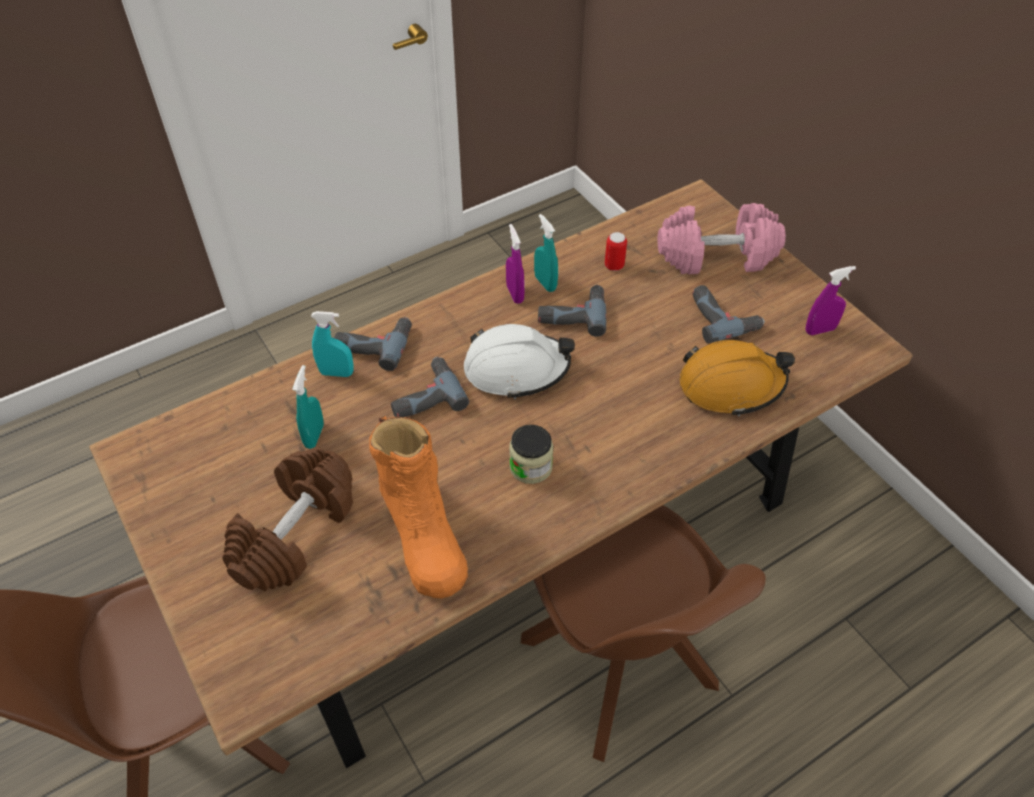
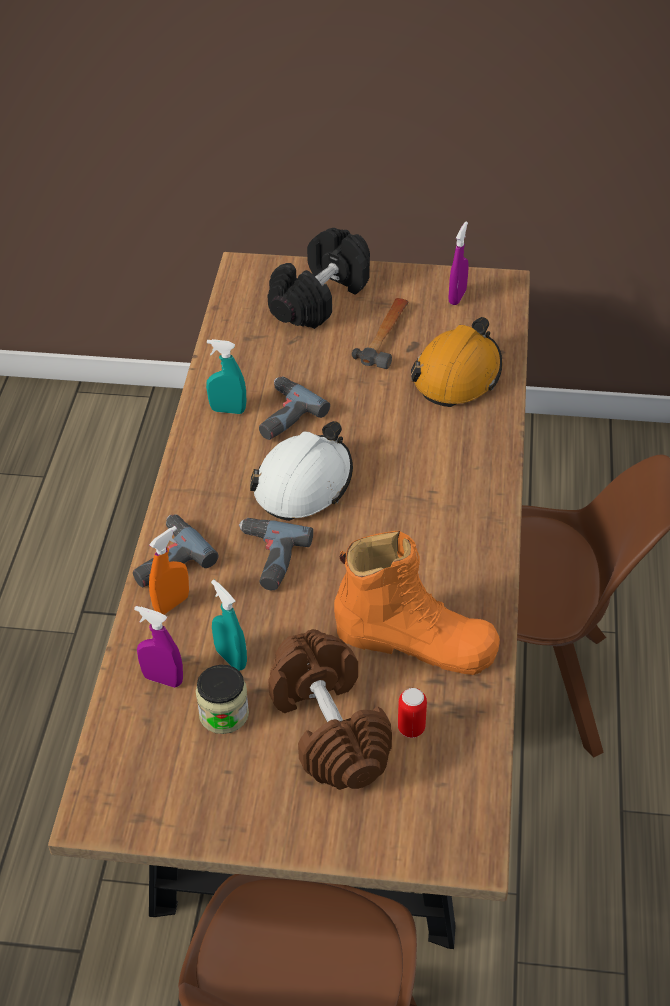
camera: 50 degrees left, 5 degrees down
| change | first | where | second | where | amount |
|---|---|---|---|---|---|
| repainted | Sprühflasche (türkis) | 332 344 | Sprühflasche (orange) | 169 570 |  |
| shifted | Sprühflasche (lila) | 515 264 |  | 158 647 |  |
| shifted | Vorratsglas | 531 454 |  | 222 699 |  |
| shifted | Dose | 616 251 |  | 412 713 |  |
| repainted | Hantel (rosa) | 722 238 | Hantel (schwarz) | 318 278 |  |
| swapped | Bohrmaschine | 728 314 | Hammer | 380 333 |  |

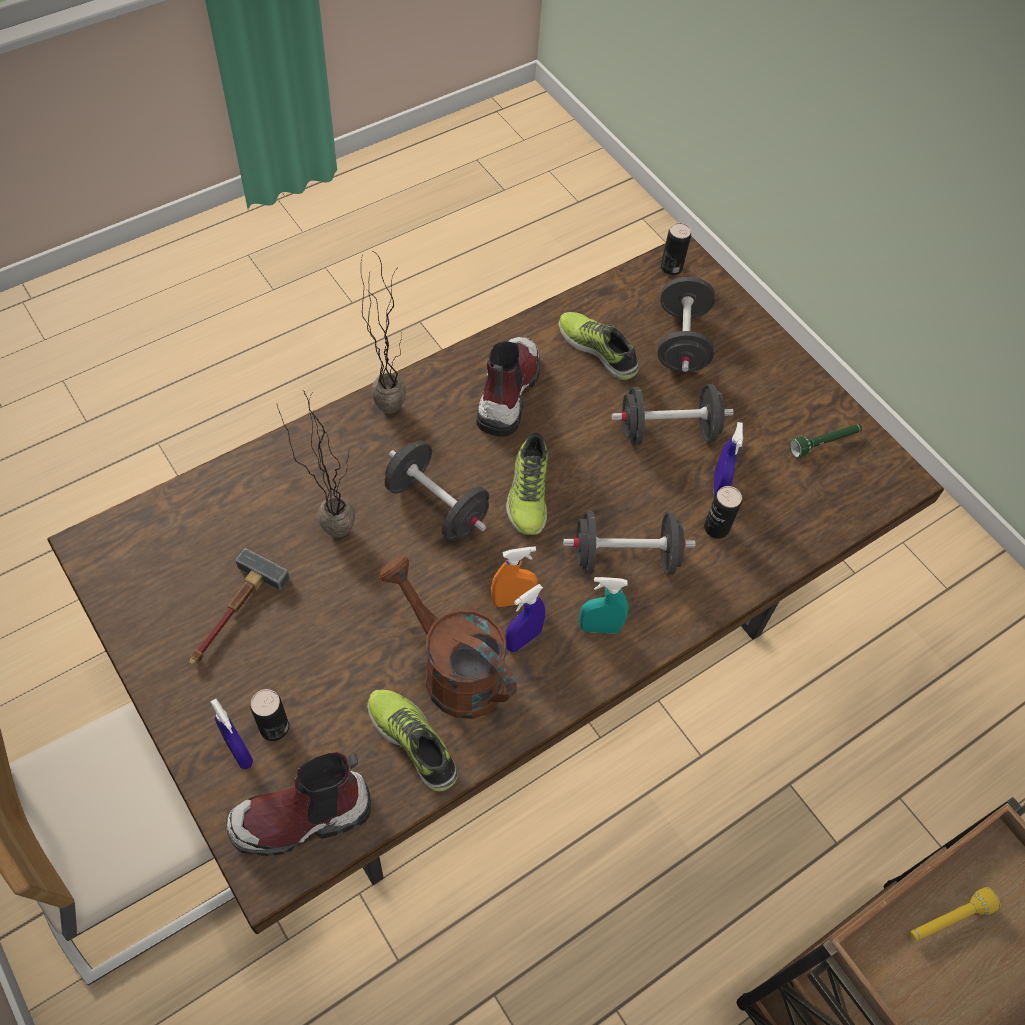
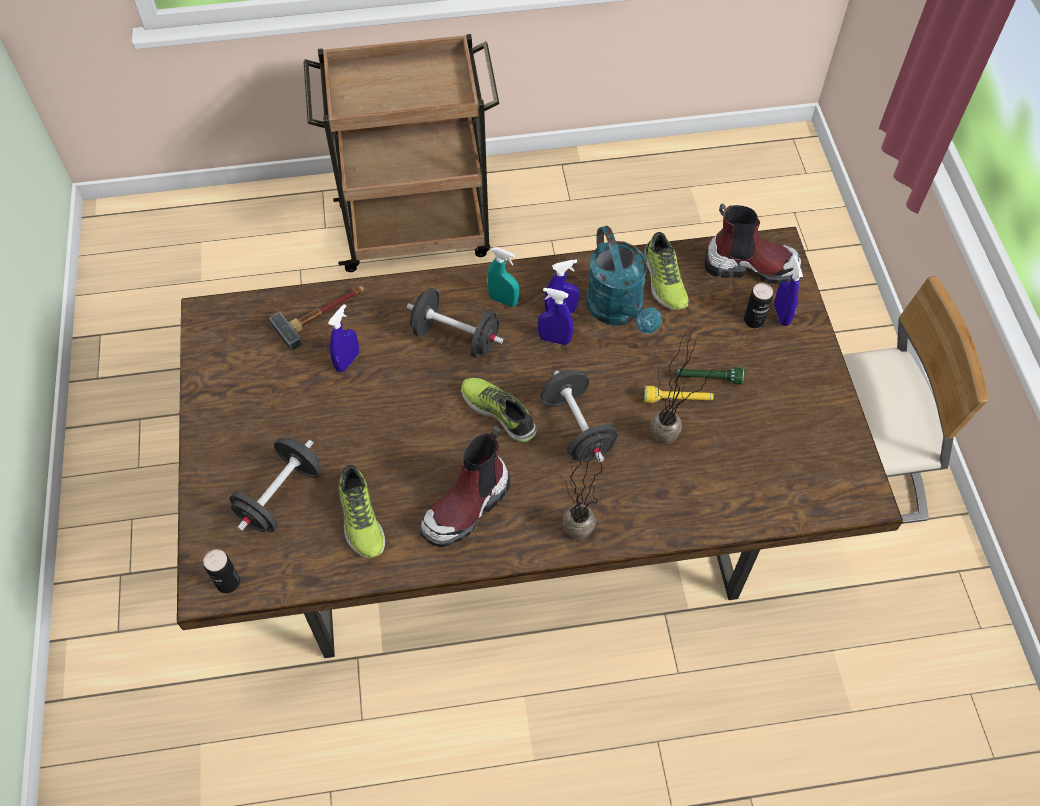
camera: 150 degrees left, 0 degrees up
| change | first | where | second | where | amount |
|---|---|---|---|---|---|
| shifted | Hammer | 239 606 |  | 316 318 |  |
| repainted | Gießkanne (braun) | 448 637 | Gießkanne (türkis) | 624 280 |  |
| repainted | Sprühflasche (orange) | 514 576 | Sprühflasche (blau) | 555 316 |  |
| rotated | Schuh | 527 484 |  | 499 410 | 75 degrees counterclockwise |
| gone | Hantel (schwarz) | 673 414 |  |  |  |
| gone | Dose | 723 512 |  |  |  |
| shifted | Taschenlampe (grün) | 825 441 |  | 710 375 |  |
| shifted | Taschenlampe (gelb) | 955 914 |  | 679 394 |  |

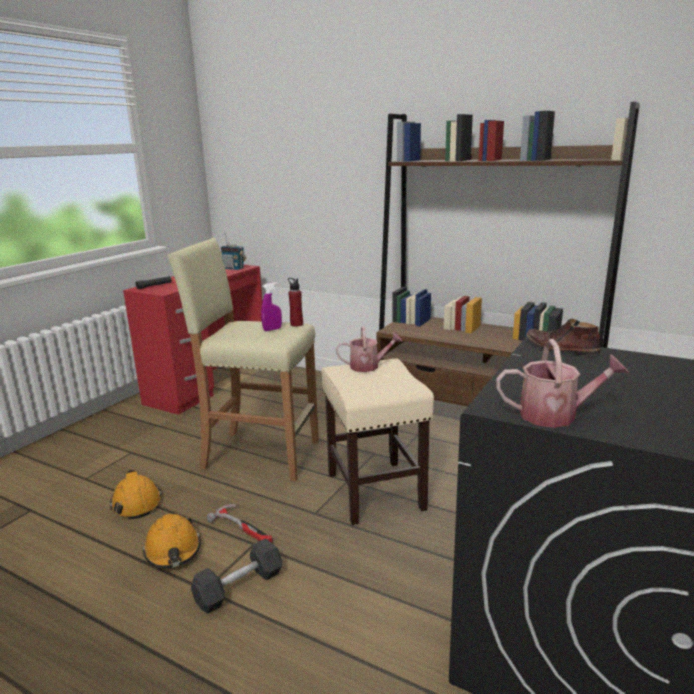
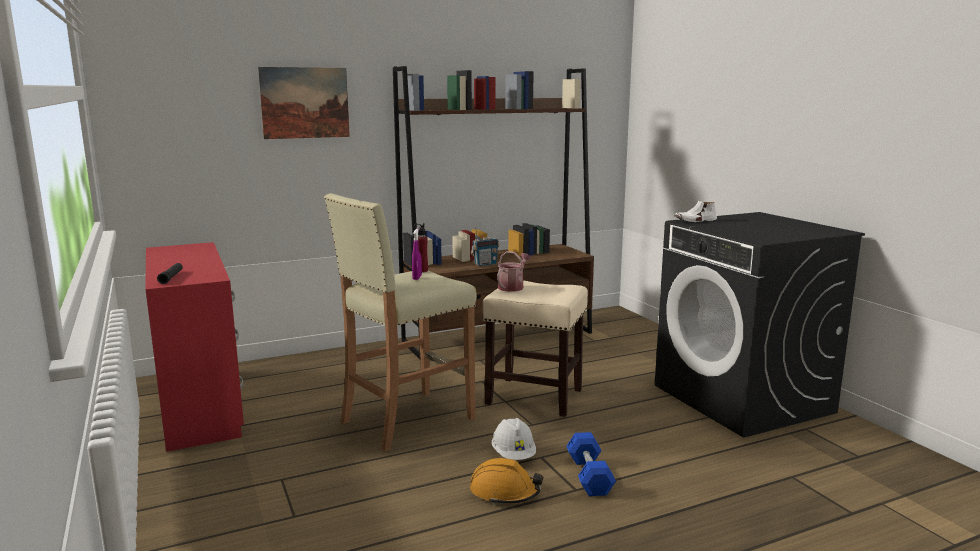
camera: 55 degrees left, 5 degrees down
| change | first | where | second | where | amount |
|---|---|---|---|---|---|
| gone | Schutzhelm (orange) | 136 494 |  |  |  |
| repainted | Hantel (grau) | 236 576 | Hantel (blau) | 591 464 |  |
| swapped | Hammer | 239 523 | Schutzhelm (weiß) | 514 439 |  |
| shifted | Radio | 233 251 |  | 485 246 |  |
| gone | Gießkanne | 562 383 |  |  |  |
| repainted | Schuh (braun) | 563 337 | Schuh (weiß) | 695 211 |  |
| new |  |  | Bild | 304 103 |  |

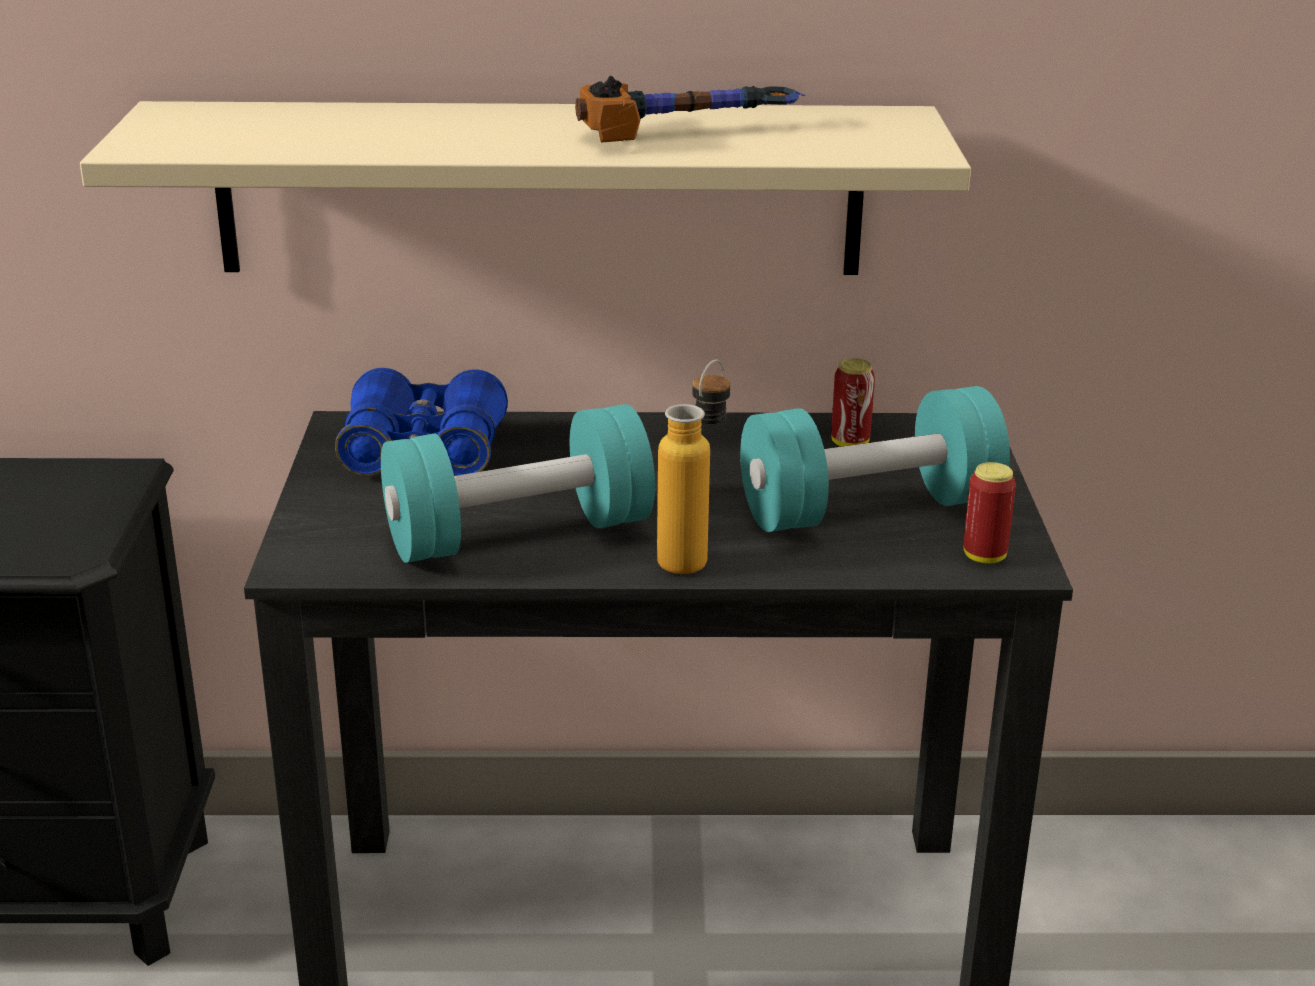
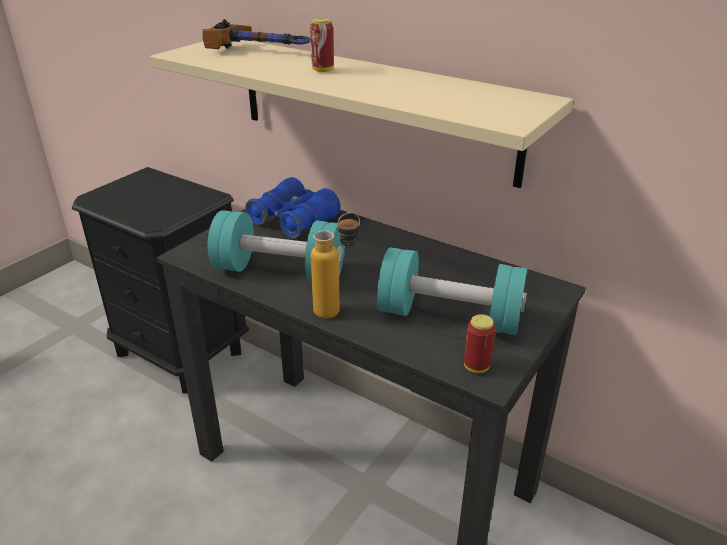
camera: 35 degrees right, 5 degrees up
| change | first | where | second | where | amount |
|---|---|---|---|---|---|
| shifted | Hammer | 690 108 |  | 256 34 |  |
| shifted | Dose | 853 402 |  | 322 45 |  |

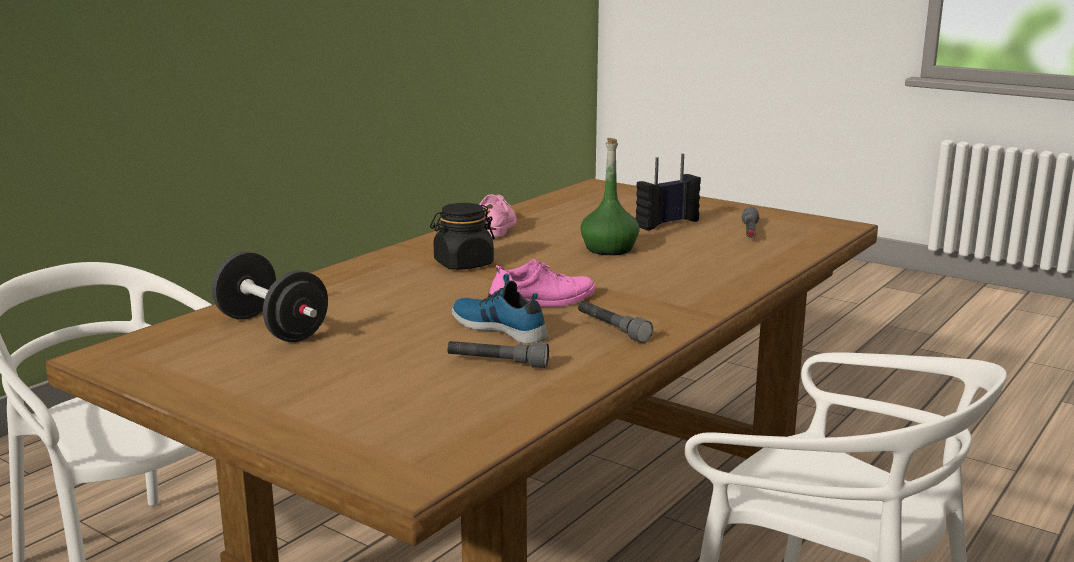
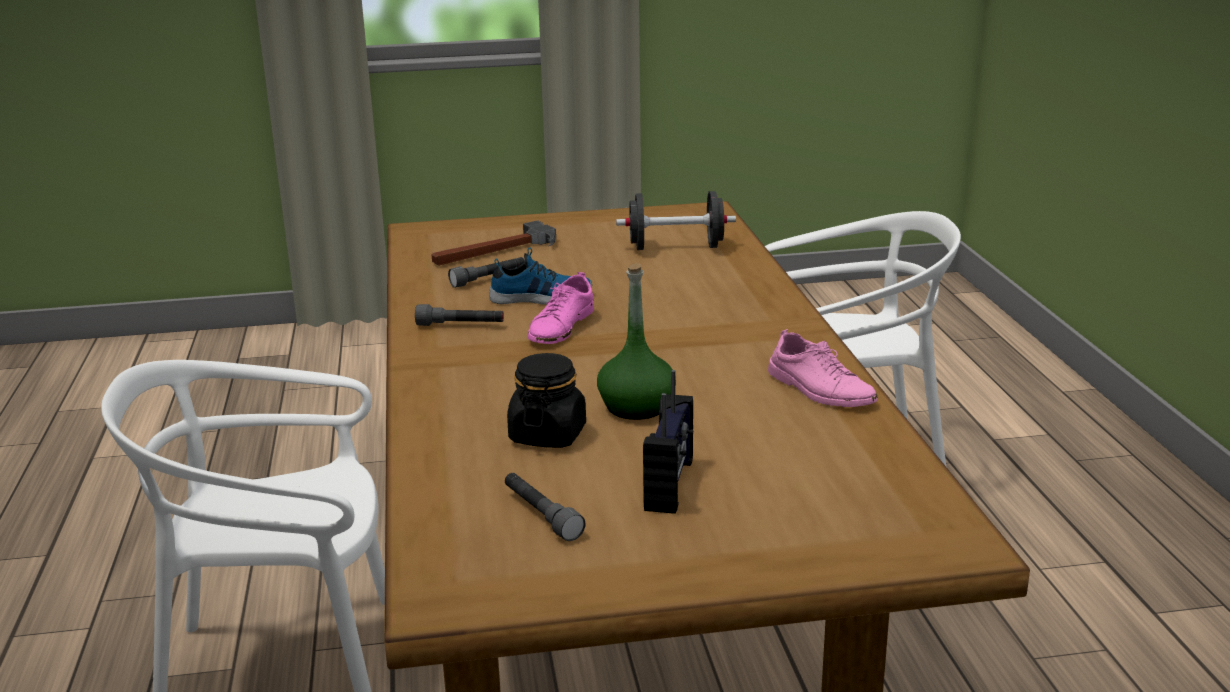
camera: 135 degrees right, 5 degrees up
| change | first | where | second | where | amount |
|---|---|---|---|---|---|
| shifted | Vorratsglas (schwarz) | 462 236 |  | 546 400 |  |
| new |  |  | Hammer | 494 243 |  |

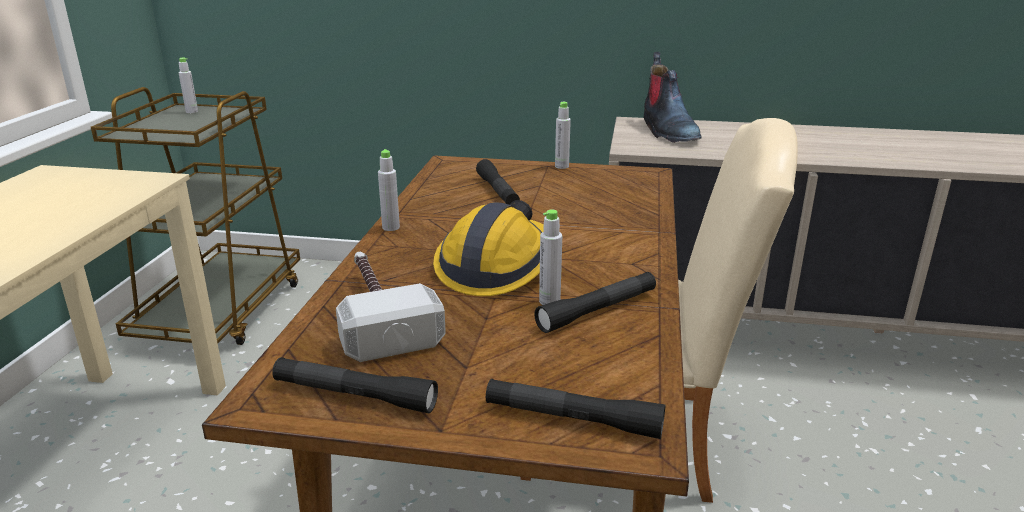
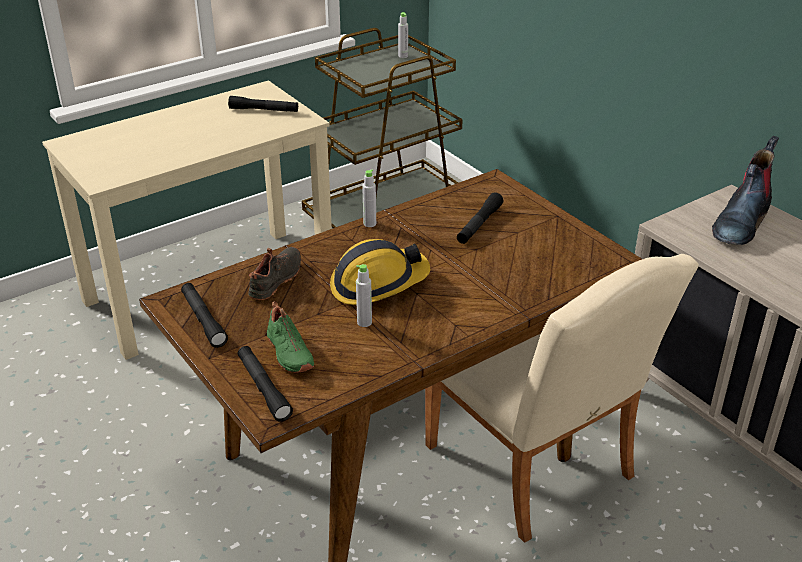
camera: 45 degrees right, 10 degrees up
| change | first | where | second | where | amount |
|---|---|---|---|---|---|
| swapped | Hammer | 391 306 | Schuh (schwarz) | 274 273 |  |
| shifted | Taschenlampe (schwarz) | 595 302 |  | 263 104 |  |
| gone | Flasche (grau) | 563 135 |  |  |  |
| new |  |  | Schuh (grün) | 290 337 |  |

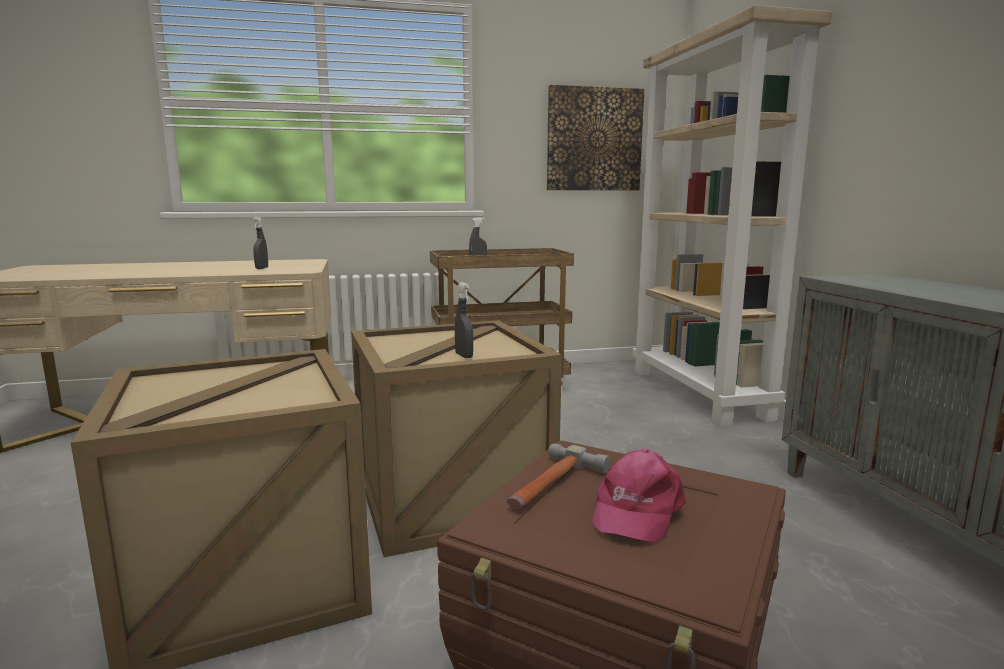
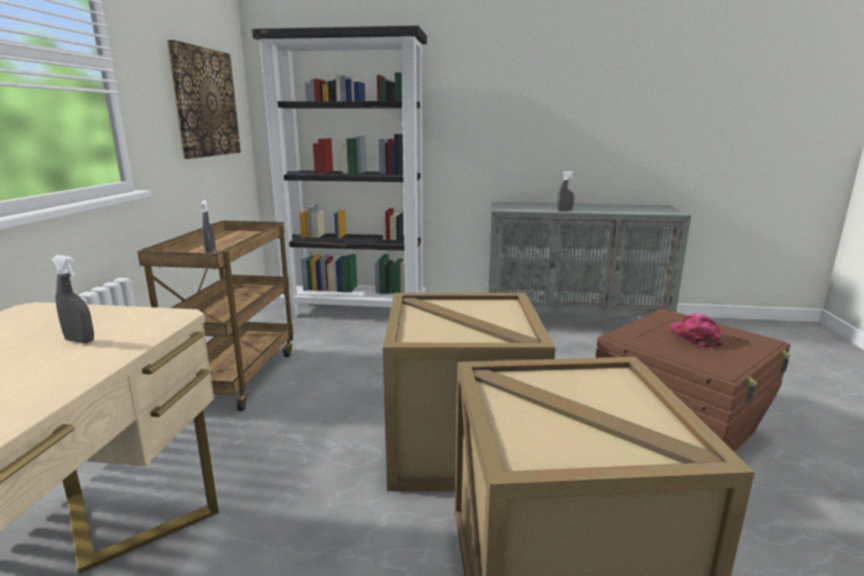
camera: 70 degrees left, 5 degrees up
| change | first | where | second | where | amount |
|---|---|---|---|---|---|
| shifted | Sprühflasche (grau) | 464 320 |  | 566 191 |  |
| gone | Hammer | 558 476 |  |  |  |
| rotated | Kappe (rosa) | 639 496 |  | 696 330 | 135 degrees counterclockwise |
| repainted | Bücherregal (beige) | 732 216 | Bücherregal (schwarz) | 339 171 |  |

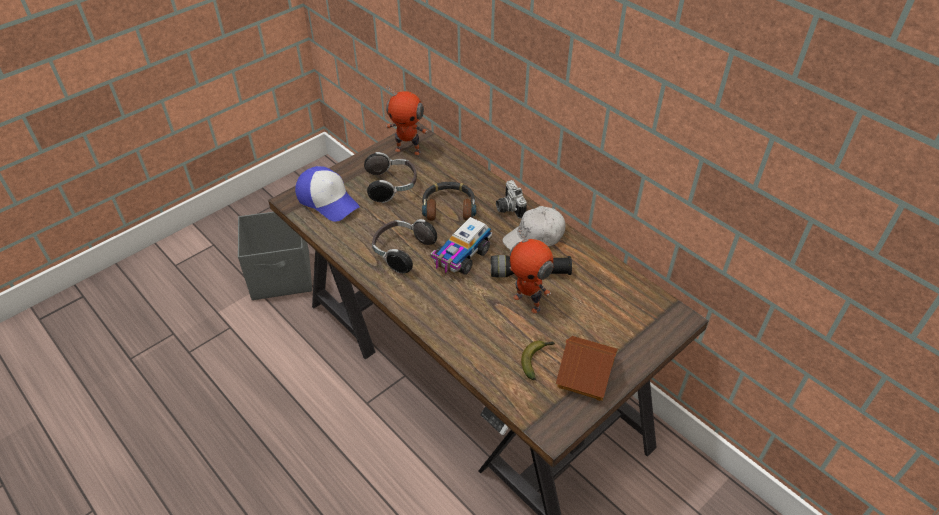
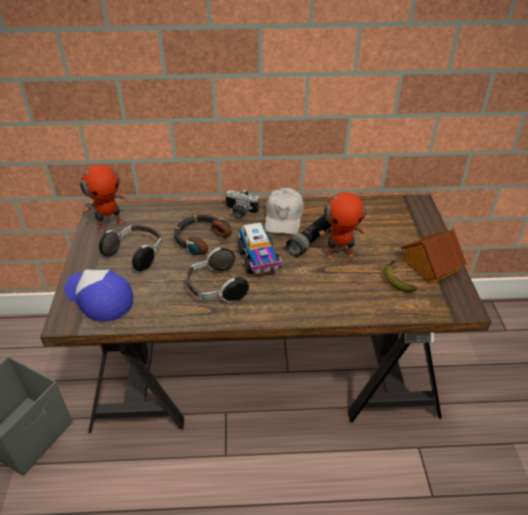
camera: 50 degrees left, 5 degrees down
| change | first | where | second | where | amount |
|---|---|---|---|---|---|
| rotated | Kappe | 327 194 |  | 98 296 | 135 degrees counterclockwise |

